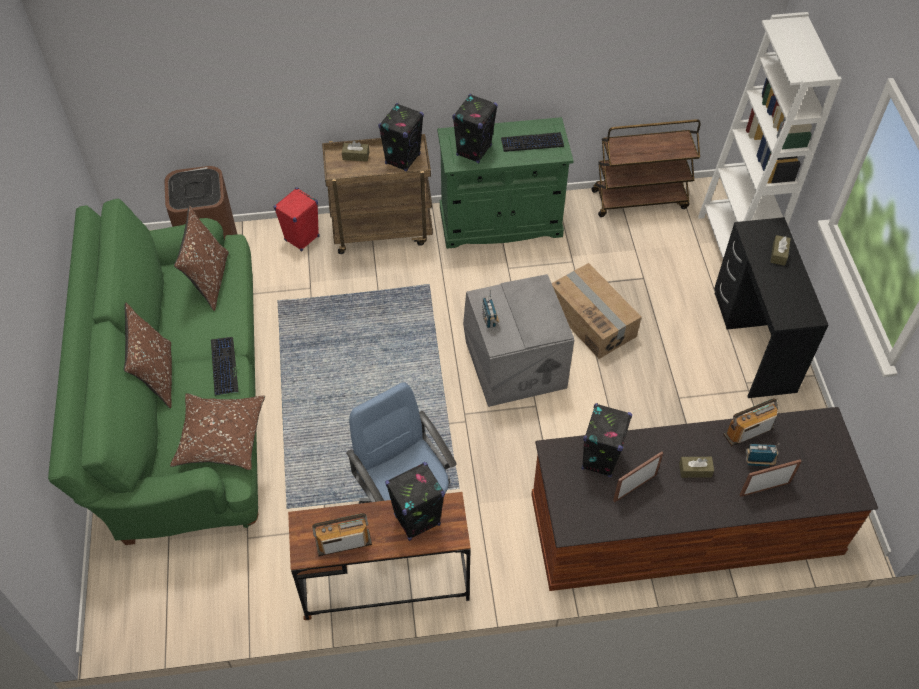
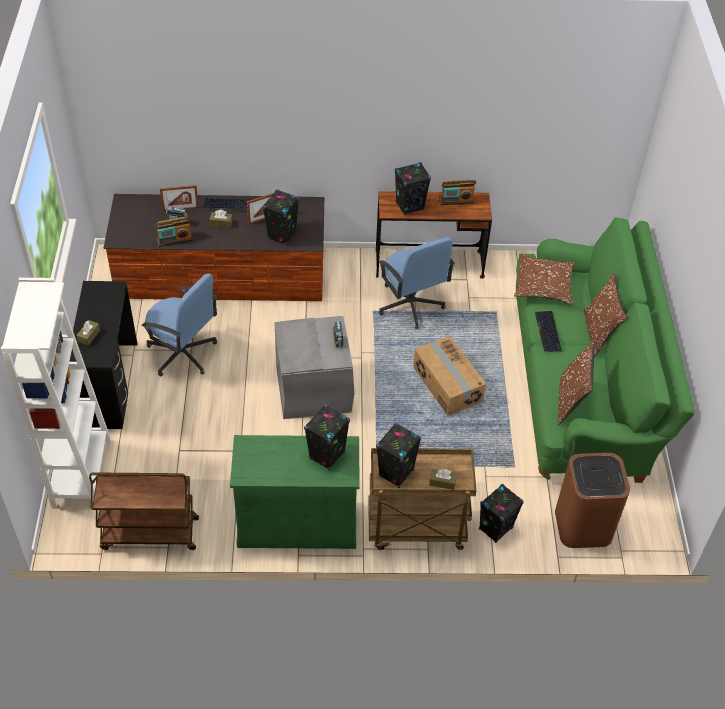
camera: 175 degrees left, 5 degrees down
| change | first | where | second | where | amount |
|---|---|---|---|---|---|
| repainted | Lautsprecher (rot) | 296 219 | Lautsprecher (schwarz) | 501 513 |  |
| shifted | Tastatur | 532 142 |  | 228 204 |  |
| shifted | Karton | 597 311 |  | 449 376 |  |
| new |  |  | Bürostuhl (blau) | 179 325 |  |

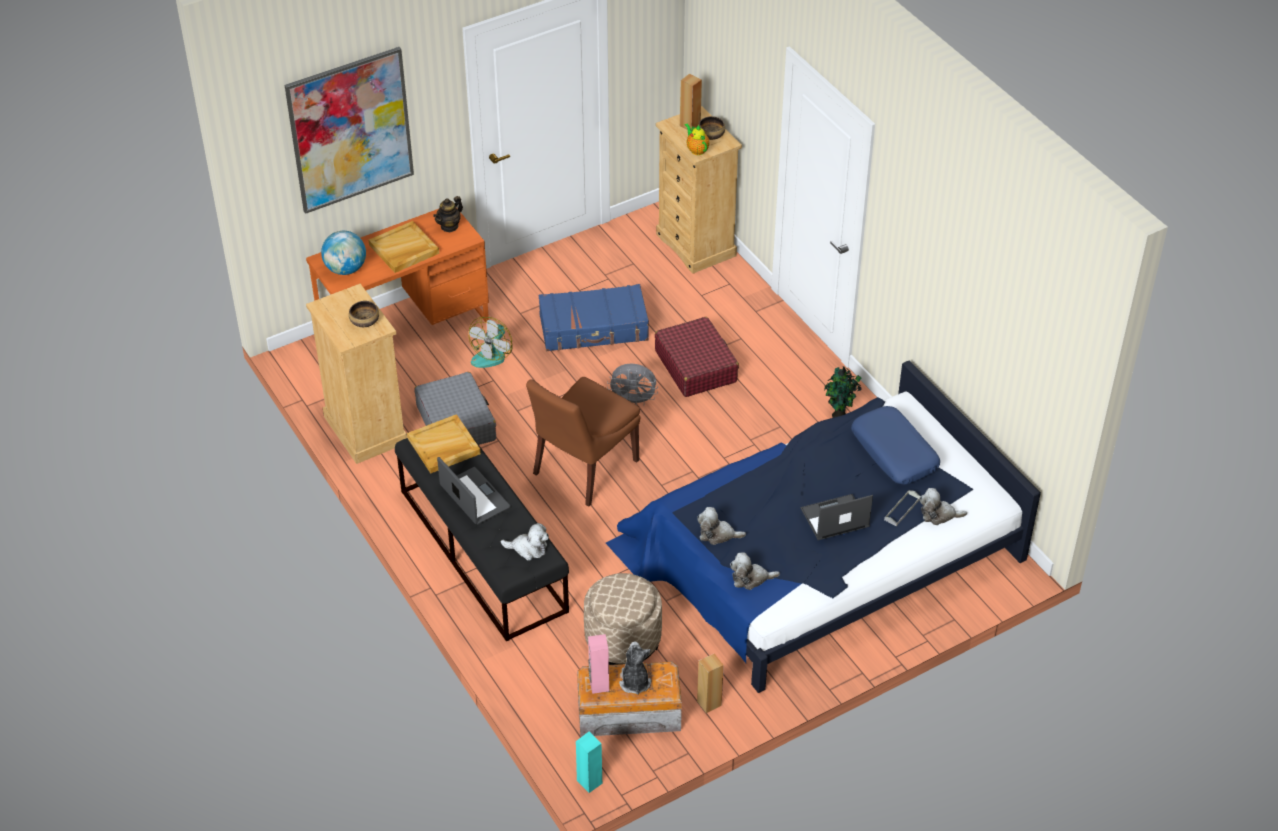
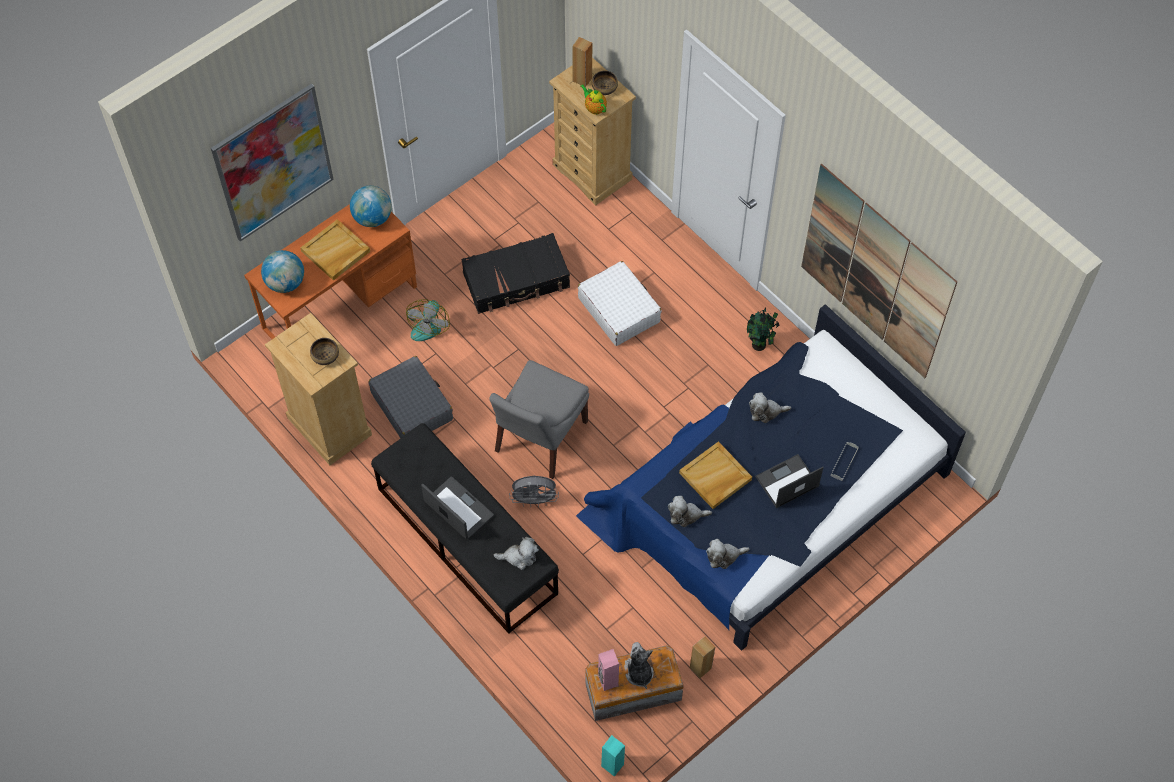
camera: 10 degrees left, 15 degrees up
| change | first | where | second | where | amount |
|---|---|---|---|---|---|
| shifted | Tablett (beige) | 444 443 |  | 715 475 |  |
| swapped | Teekanne | 448 214 | Globus | 371 206 |  |
| repainted | Stuhl (braun) | 583 442 | Stuhl (grau) | 539 419 |  |
| repainted | Koffer (blau) | 594 317 | Koffer (schwarz) | 515 273 |  |
| gone | Polsterhocker (beige) | 623 619 |  |  |  |
| shifted | Ventilator (grau) | 632 384 |  | 534 491 |  |
| repainted | Koffer (rot) | 697 357 | Koffer (weiß) | 620 303 |  |
| gone | Kissen (blau) | 895 445 |  |  |  |
| shifted | Plüschtier | 943 506 |  | 770 407 |  |
| new |  |  | Bild | 879 271 |  |

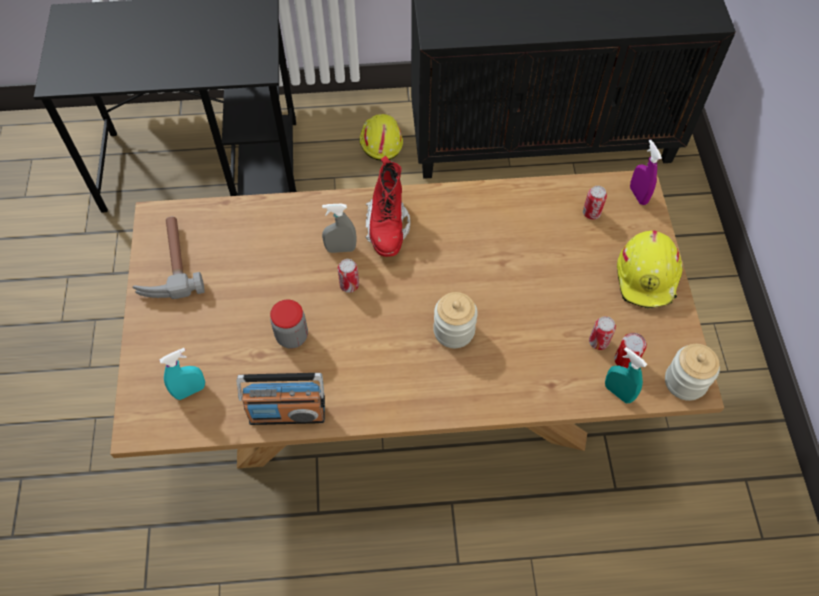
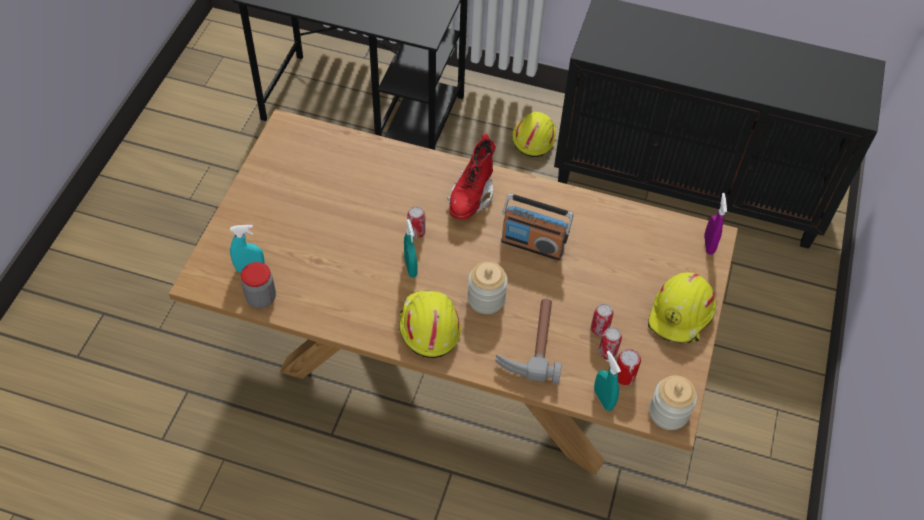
camera: 20 degrees right, 5 degrees down
| change | first | where | second | where | amount |
|---|---|---|---|---|---|
| shifted | Hammer | 168 258 |  | 528 341 |  |
| shifted | Radio | 281 399 |  | 537 226 |  |
| shifted | Vorratsglas | 289 324 |  | 258 285 |  |
| gone | Sprühflasche (grau) | 339 228 |  |  |  |
| shifted | Dose | 595 203 |  | 602 319 |  |
| new |  |  | Schutzhelm (gelb) | 430 324 |  |
| new |  |  | Sprühflasche (türkis) | 411 248 |  |

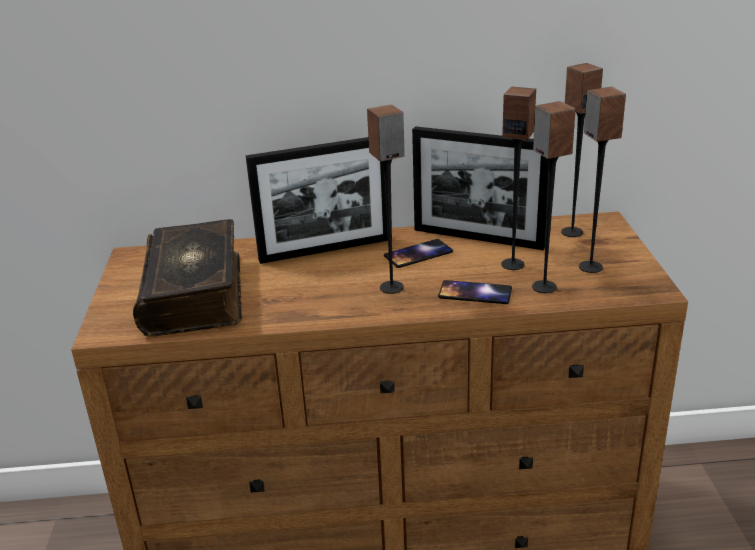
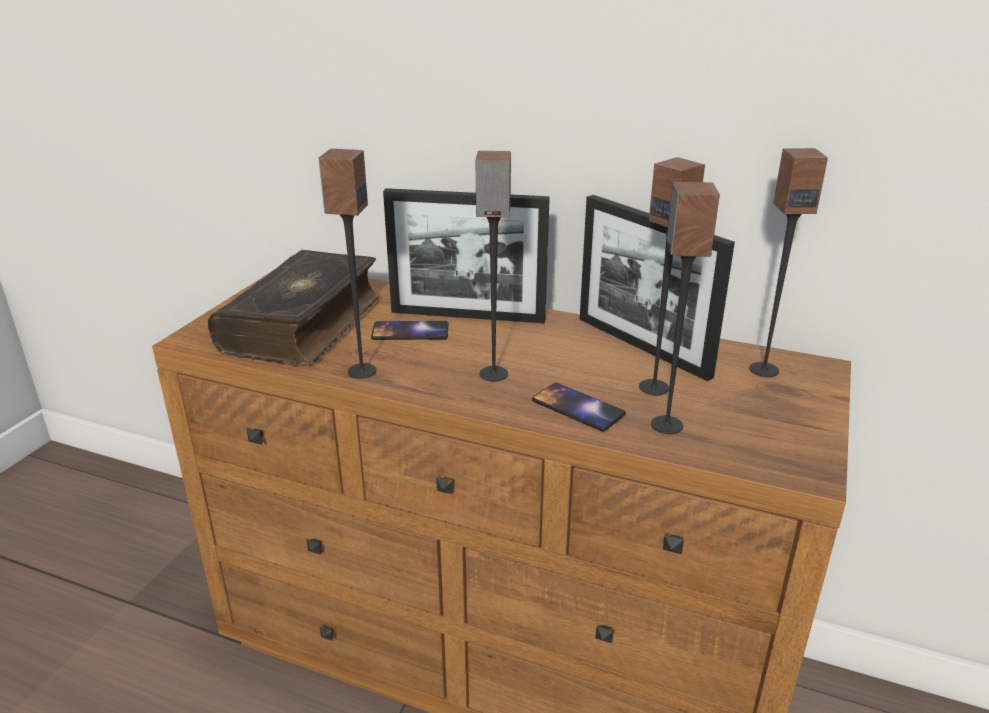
camera: 25 degrees right, 0 degrees up
| change | first | where | second | where | amount |
|---|---|---|---|---|---|
| shifted | Handy | 418 253 |  | 410 330 |  |
| shifted | Lautsprecher | 602 180 |  | 347 264 |  |

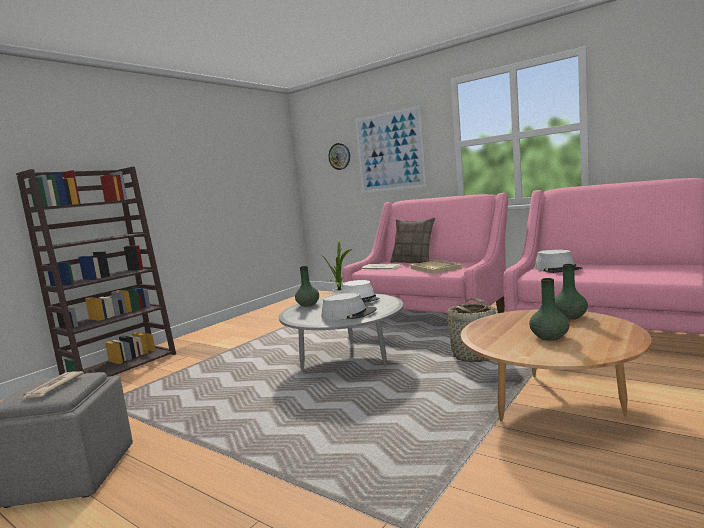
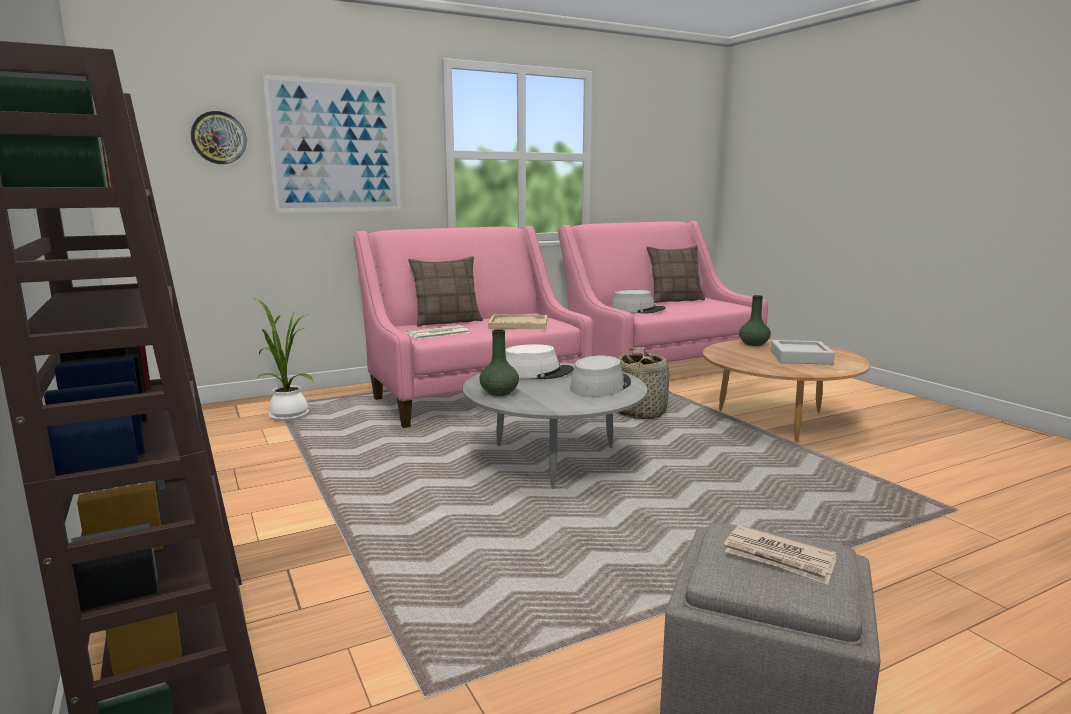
camera: 65 degrees left, 5 degrees up
| change | first | where | second | where | amount |
|---|---|---|---|---|---|
| swapped | Vase (grün) | 549 309 | Tablett (grau) | 802 352 |  |
| new |  |  | Kissen | 675 274 |  |

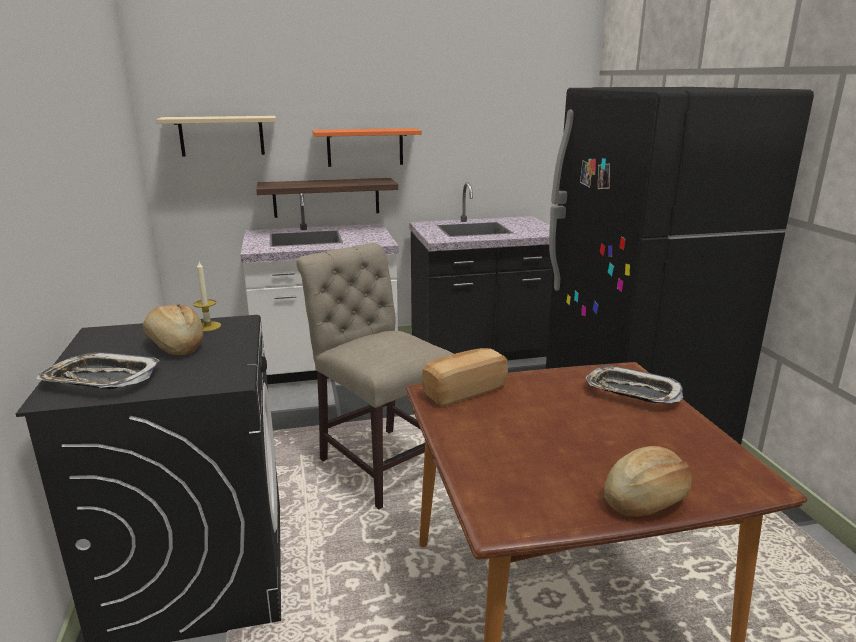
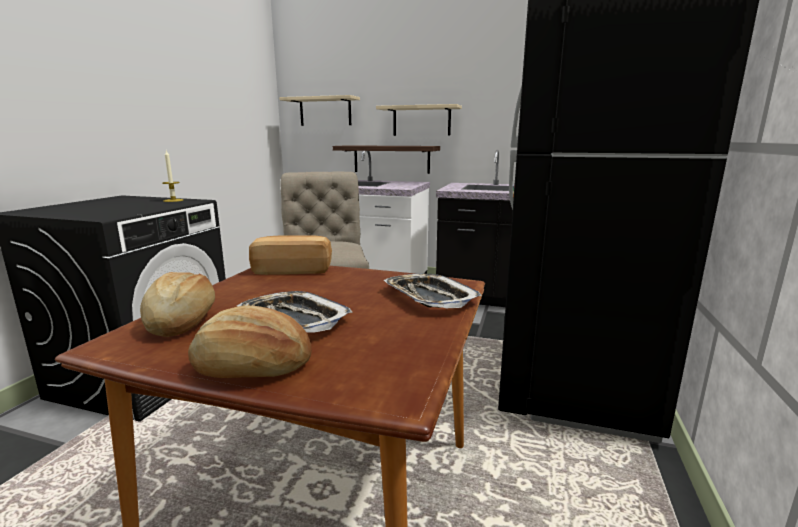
camera: 30 degrees right, 5 degrees down
| change | first | where | second | where | amount |
|---|---|---|---|---|---|
| shifted | Tablett | 98 370 |  | 294 312 |  |
| shifted | Brot | 173 329 |  | 177 304 |  |
| repainted | Wandregal (orange) | 367 147 | Wandregal (beige) | 419 120 |  |

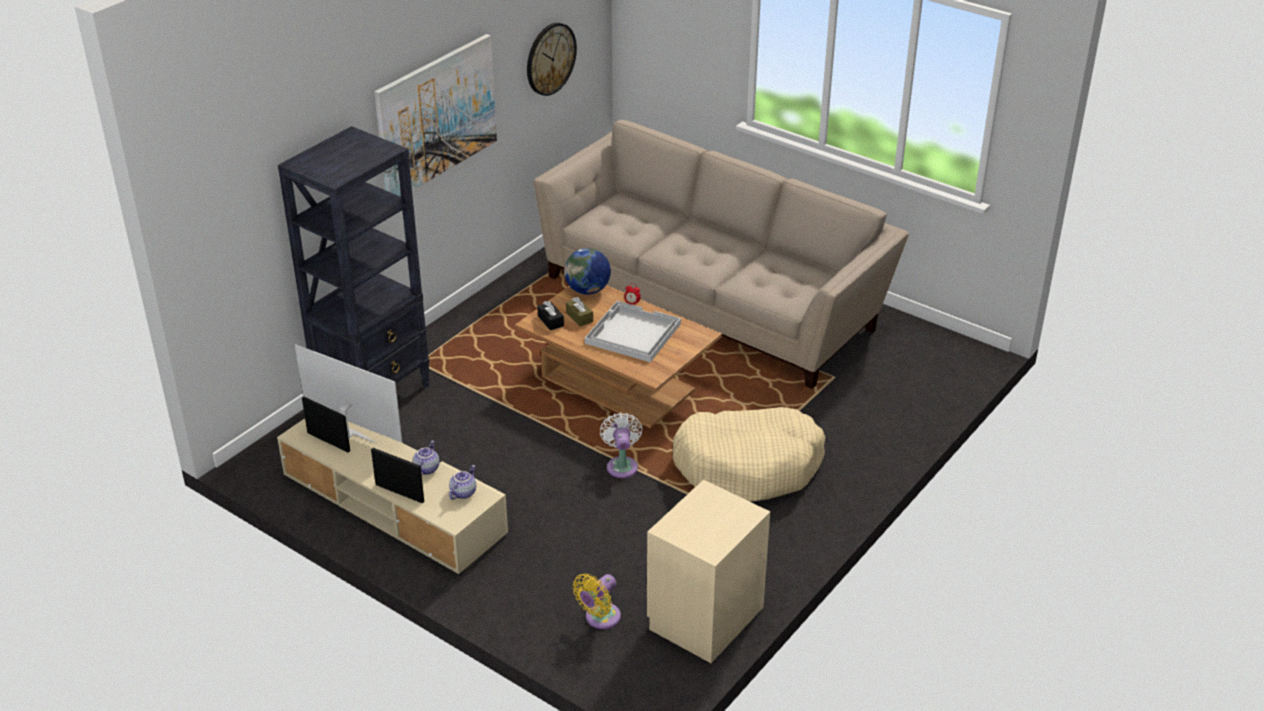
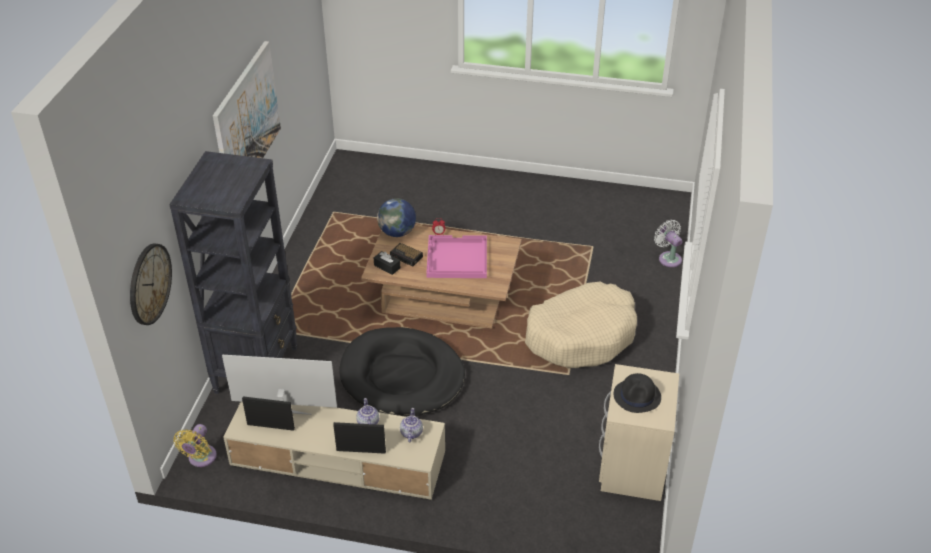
camera: 25 degrees left, 5 degrees up
| change | first | where | second | where | amount |
|---|---|---|---|---|---|
| shifted | Wanduhr | 552 59 |  | 151 284 |  |
| gone | Sofa (beige) | 721 254 |  |  |  |
| swapped | Taschentuchbox (braun) | 579 312 | Wecker | 406 255 |  |
| shifted | Ventilator (gelb) | 597 601 |  | 195 445 |  |
| repainted | Tablett (weiß) | 633 331 | Tablett (rosa) | 456 256 |  |
| shifted | Ventilator (weiß) | 621 445 |  | 668 243 |  |
| new |  |  | Hundebett (schwarz) | 402 372 |  |
| new |  |  | Hut (schwarz) | 637 393 |  |

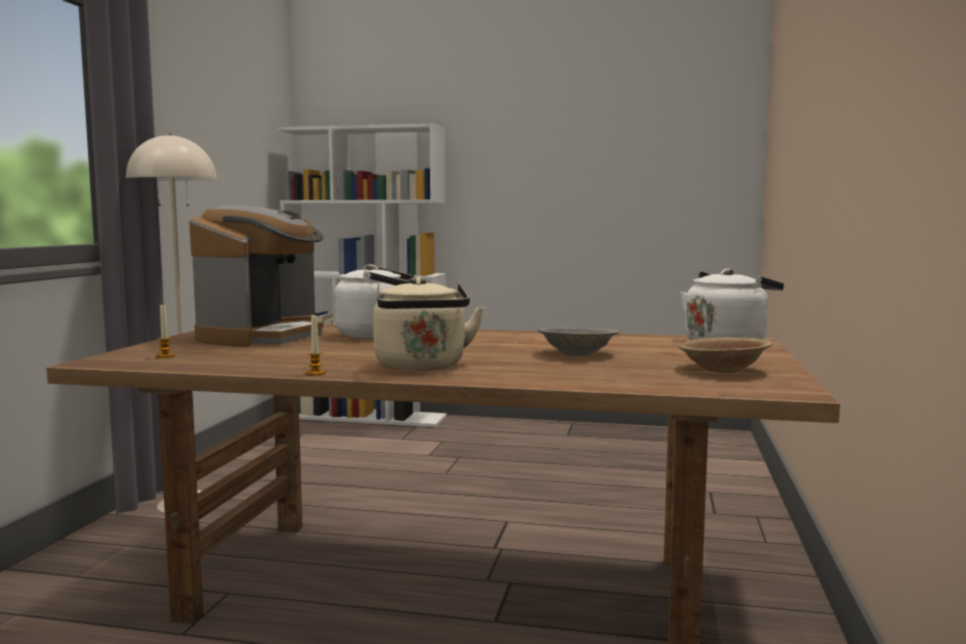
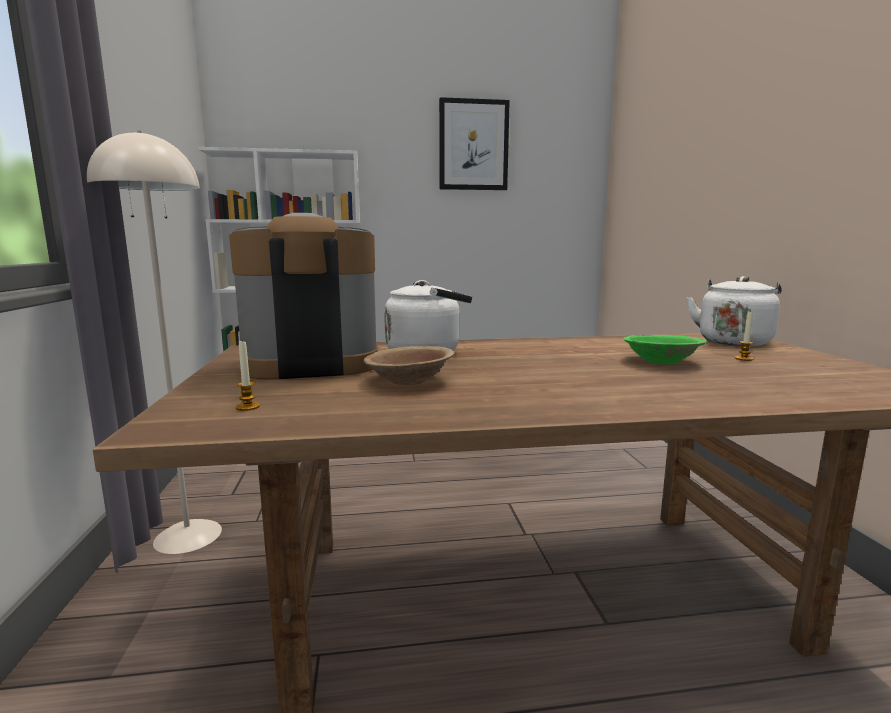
camera: 20 degrees left, 5 degrees up
| change | first | where | second | where | amount |
|---|---|---|---|---|---|
| rotated | Kaffeemaschine | 256 276 |  | 303 296 | 105 degrees counterclockwise |
| shifted | Kerze | 315 345 |  | 744 335 |  |
| gone | Wasserkessel (beige) | 428 323 |  |  |  |
| repainted | Schüssel (grau) | 579 341 | Schüssel (grün) | 665 350 |  |
| shifted | Schüssel (braun) | 725 355 |  | 409 365 |  |
| new |  |  | Bild | 474 143 |  |

